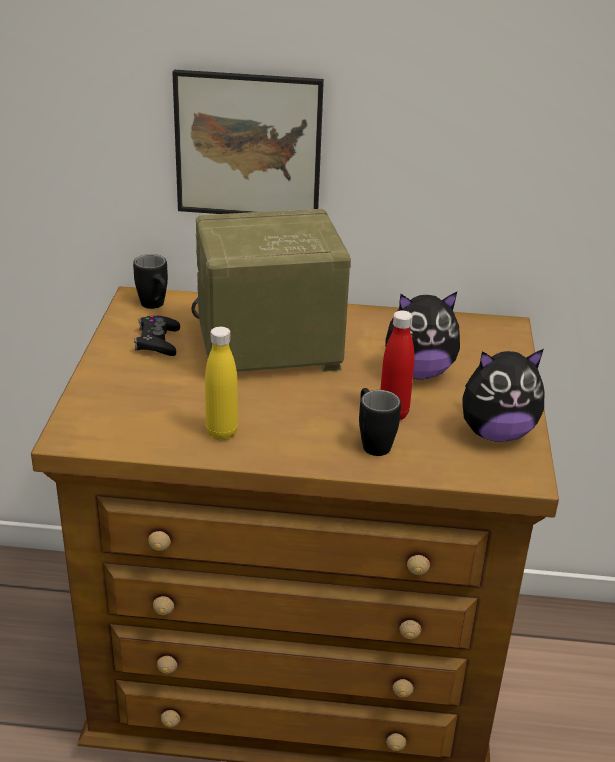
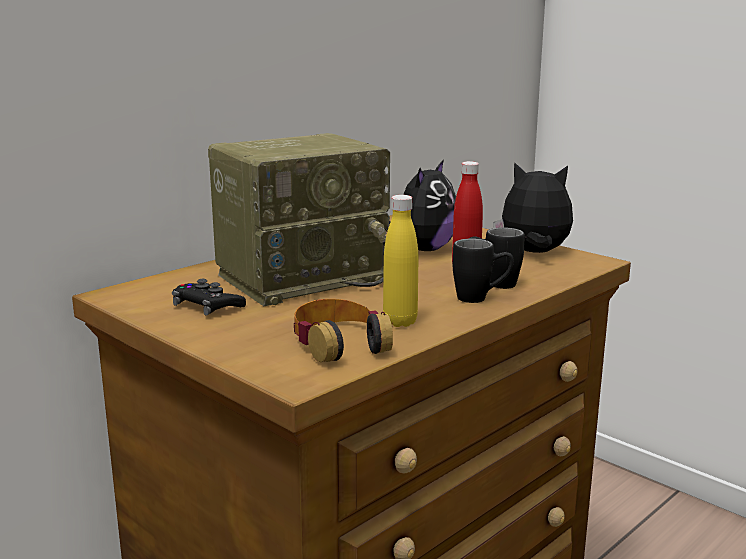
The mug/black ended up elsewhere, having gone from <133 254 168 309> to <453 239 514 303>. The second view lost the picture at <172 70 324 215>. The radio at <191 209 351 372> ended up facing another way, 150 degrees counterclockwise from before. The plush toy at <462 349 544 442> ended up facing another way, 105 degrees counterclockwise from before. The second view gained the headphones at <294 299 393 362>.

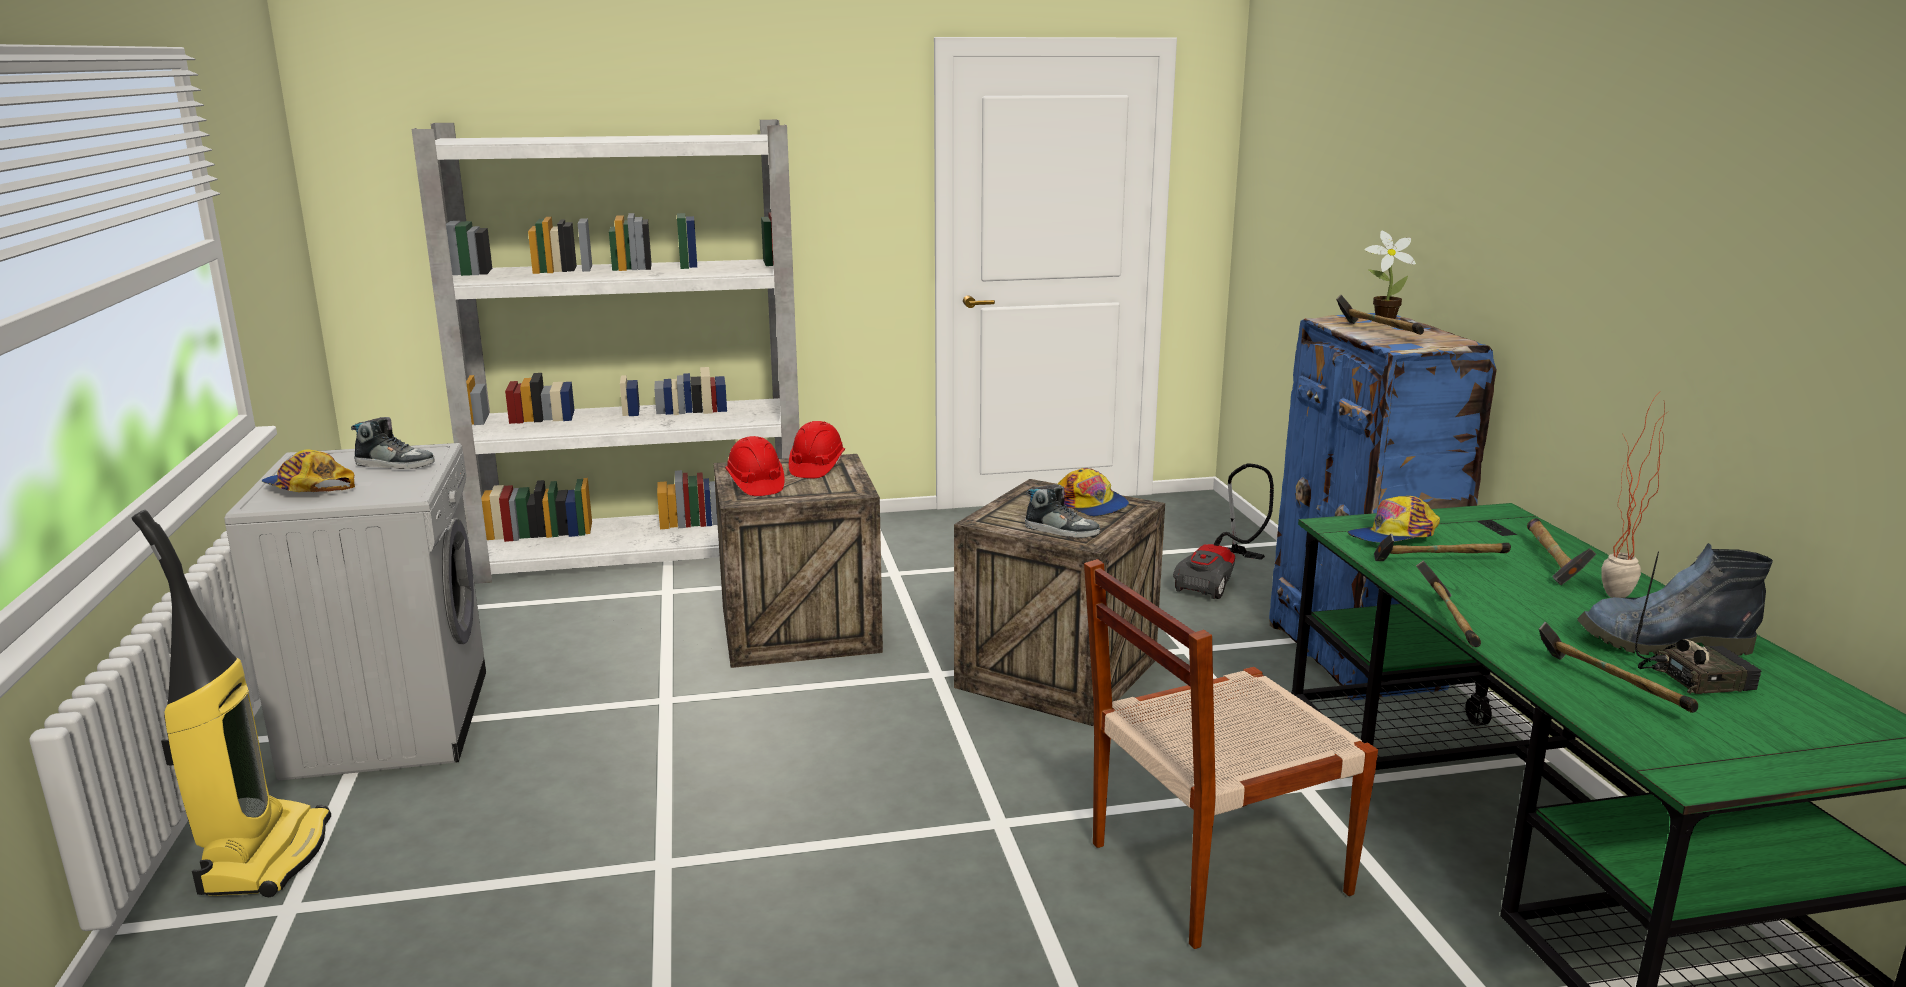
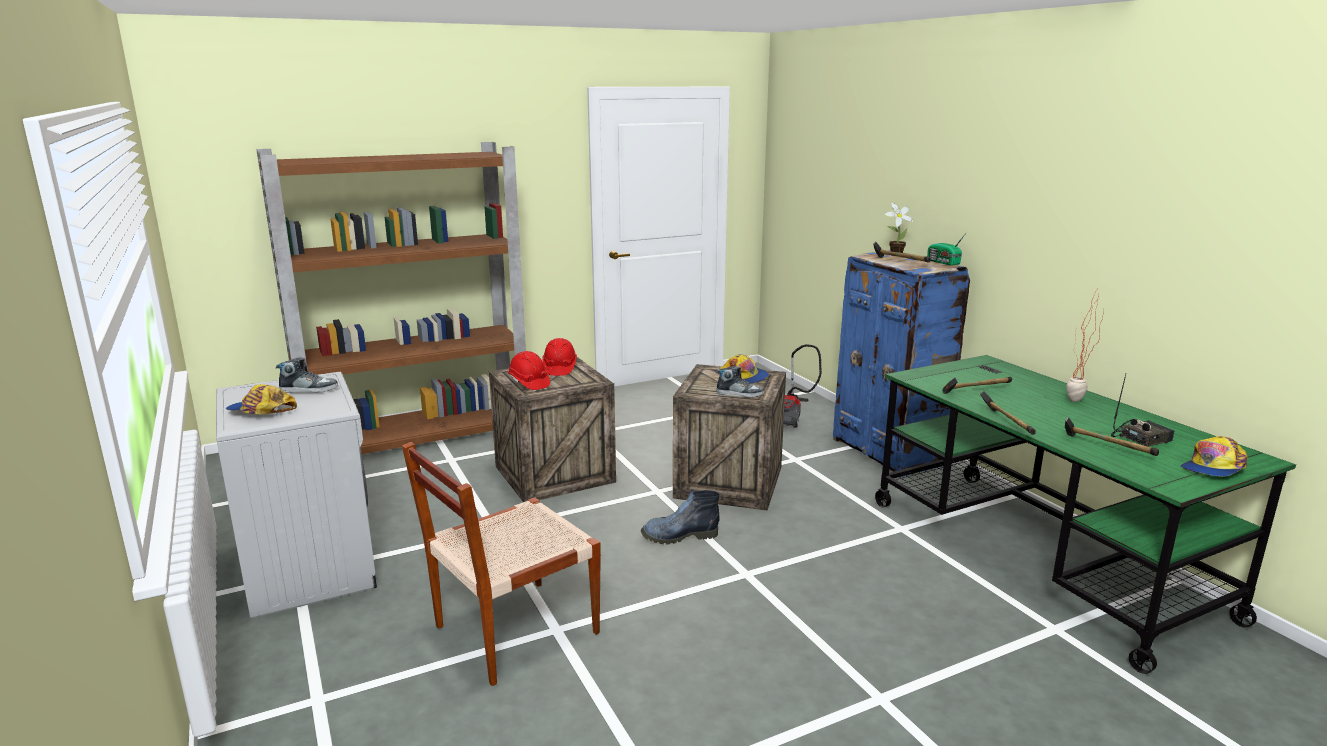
The second view lost the vacuum cleaner at <132 510 331 897>. What was the bookcase/white at <411 120 800 584> turned into the bookcase/brown at <256 142 526 454>. The chair ended up elsewhere, having gone from <1084 559 1378 949> to <402 442 601 686>. The cap ended up elsewhere, having gone from <1347 496 1440 543> to <1181 436 1247 476>. The second view lost the hammer at <1527 518 1596 585>. The boot ended up elsewhere, having gone from <1577 543 1773 656> to <641 489 720 544>. The second view gained the radio at <927 232 967 266>.

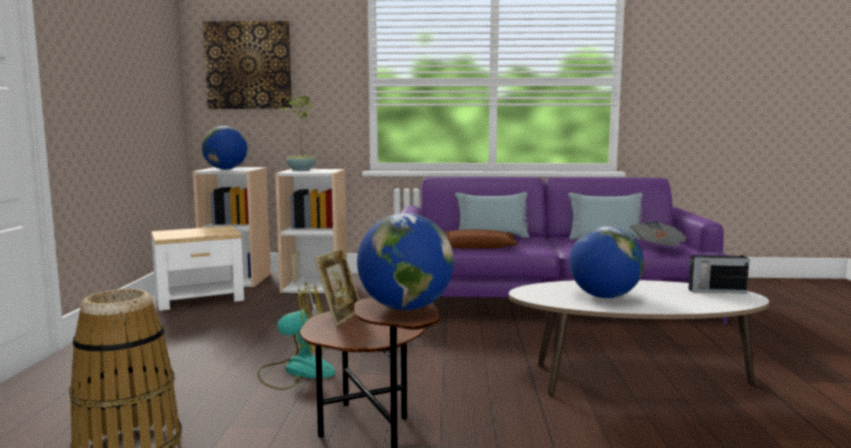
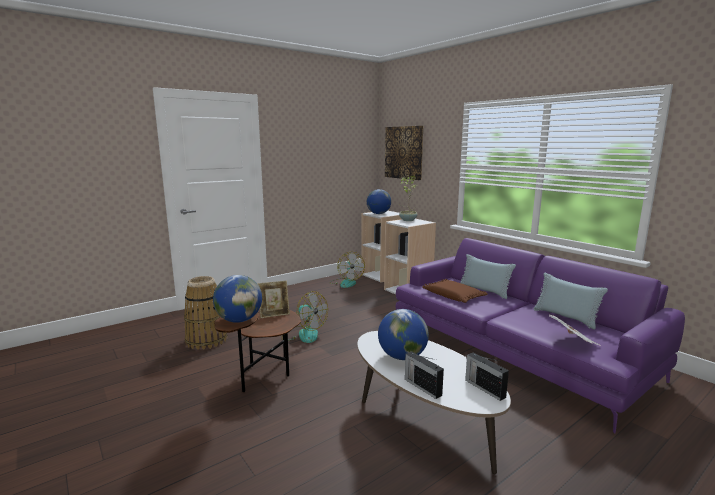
Where the side table stood at <151 226 244 311>, the fan came to stand at <330 252 365 288>. The second view gained the radio at <405 351 444 399>.

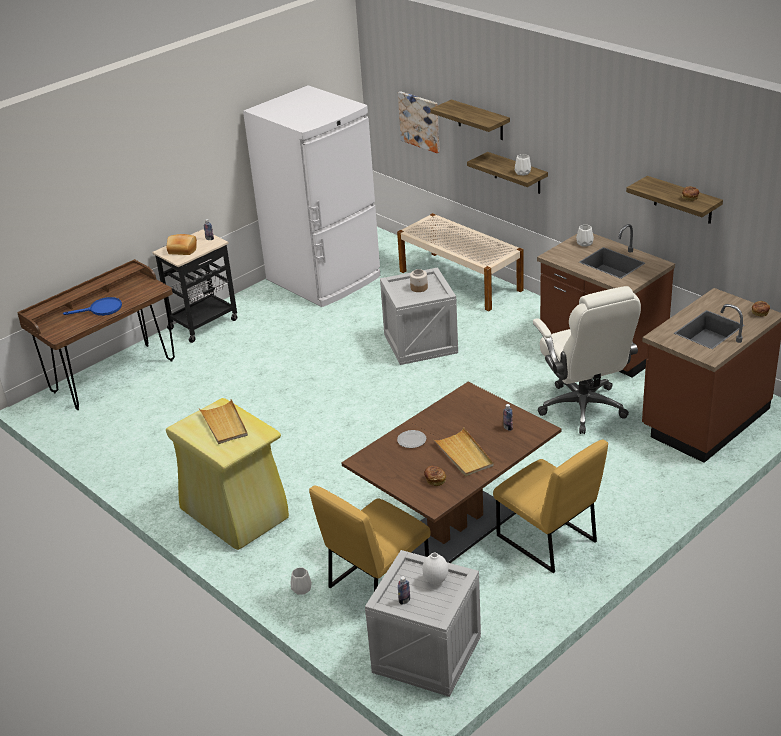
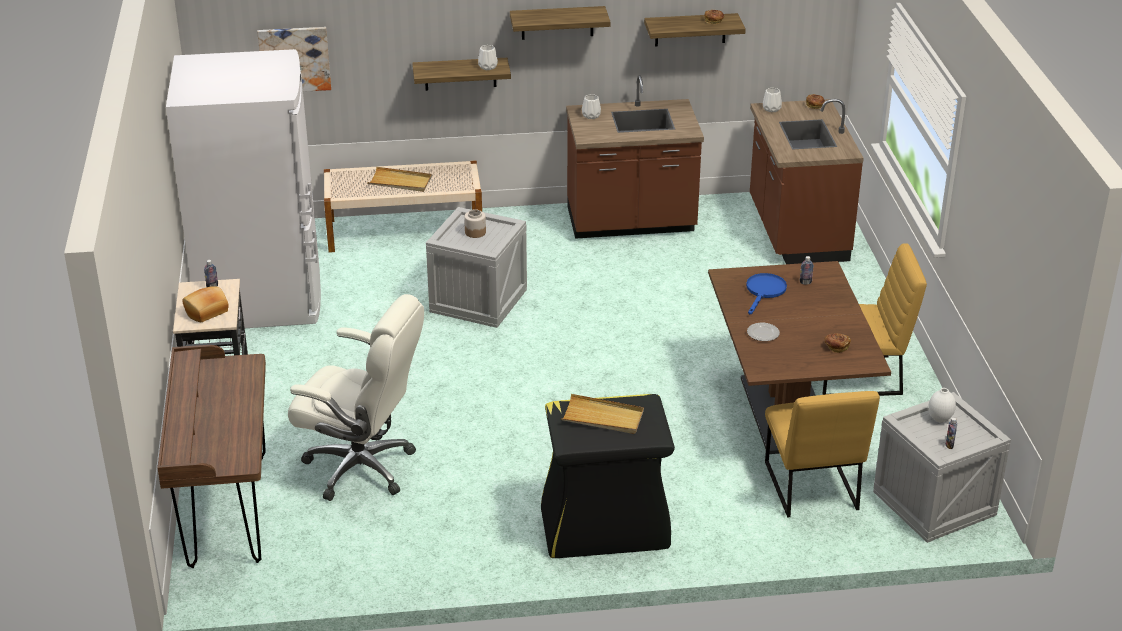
The frying pan/blue ended up elsewhere, having gone from <63 297 122 316> to <746 273 787 314>. What was the nightstand/yellow at <166 398 289 550> turned into the nightstand/black at <541 394 675 558>. The vase/white ended up elsewhere, having gone from <290 567 312 595> to <763 88 782 112>. The shelf ended up elsewhere, having gone from <430 99 510 140> to <510 6 610 40>. The tray/beige ended up elsewhere, having gone from <432 427 494 477> to <367 167 432 192>. The office chair/white ended up elsewhere, having gone from <533 286 641 434> to <288 294 424 501>.

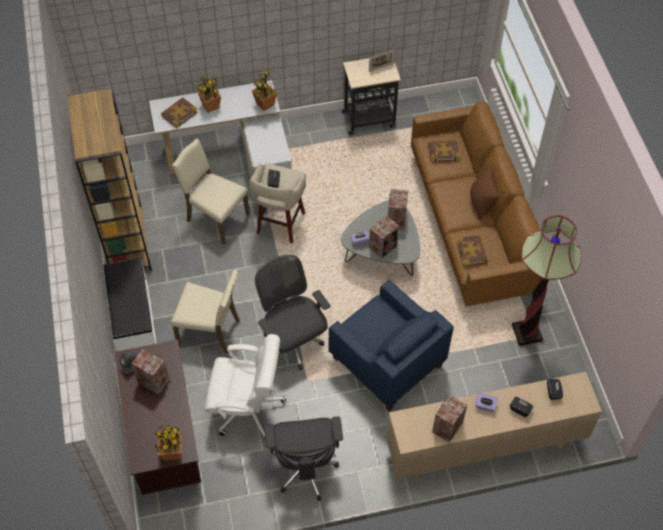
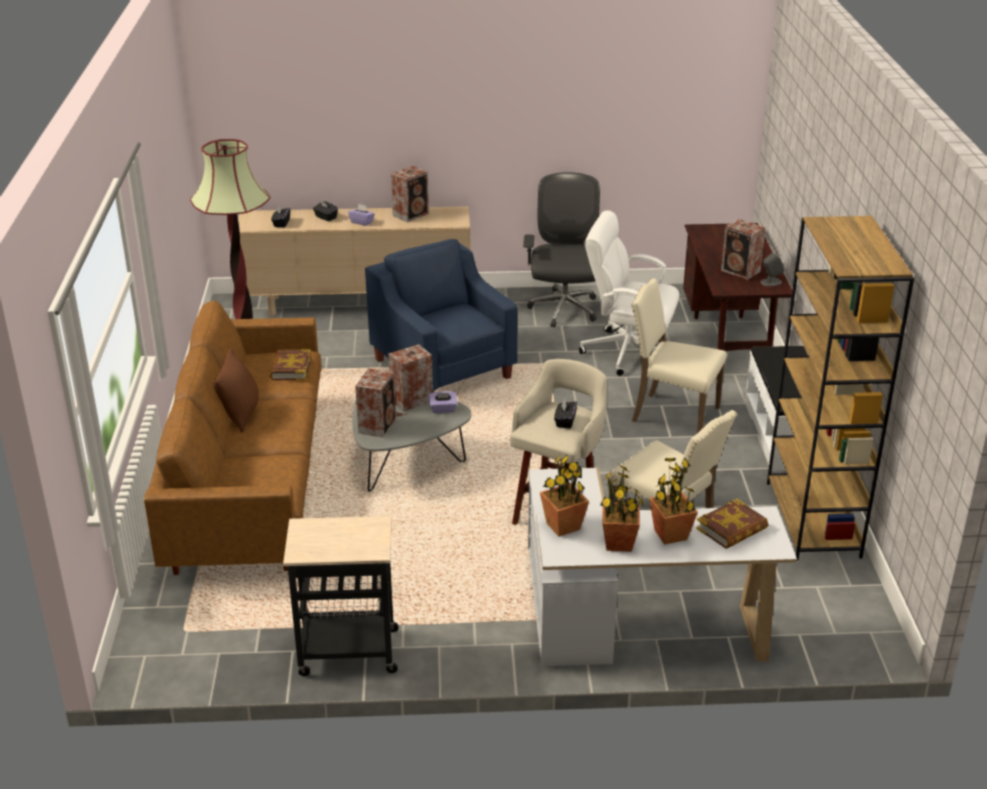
The potted plant ended up elsewhere, having gone from <155 425 181 461> to <600 464 644 552>. The second view lost the office chair at <255 255 330 370>. The second view lost the picture frame at <369 49 395 72>. The second view lost the book at <428 140 460 163>.

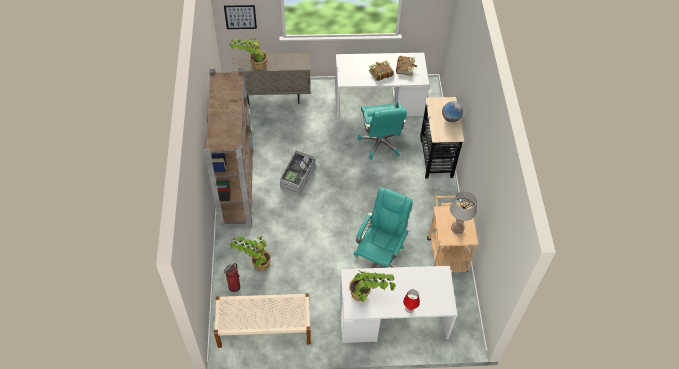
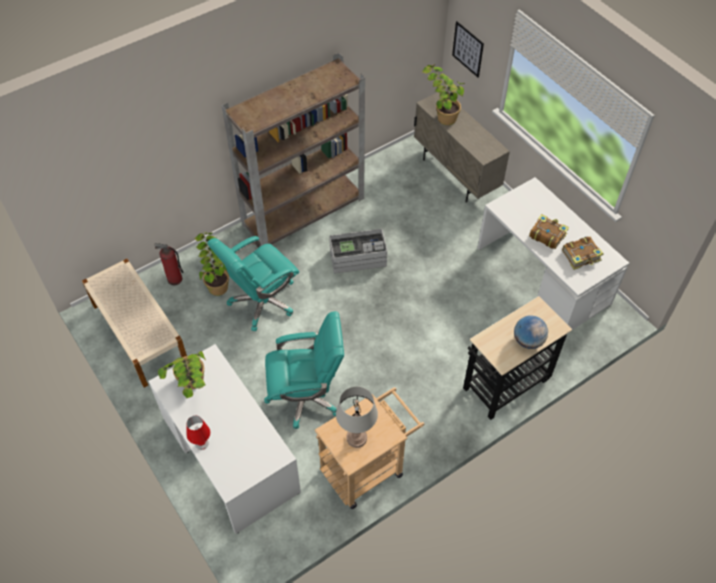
The office chair/turquoise ended up elsewhere, having gone from <357 102 407 160> to <208 236 299 331>.

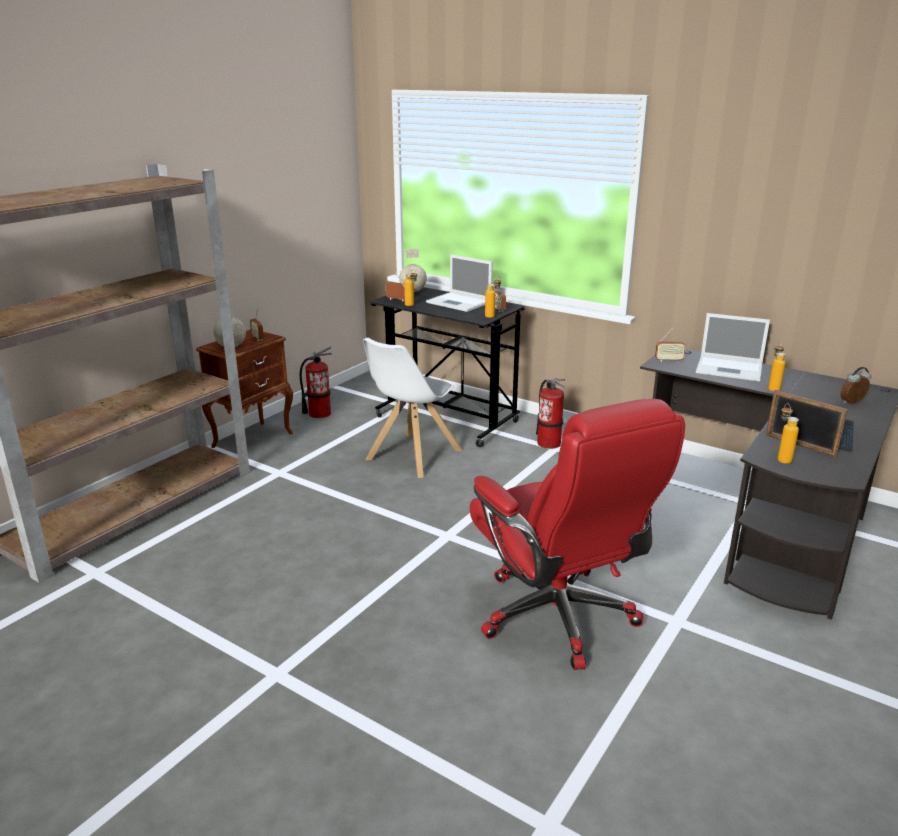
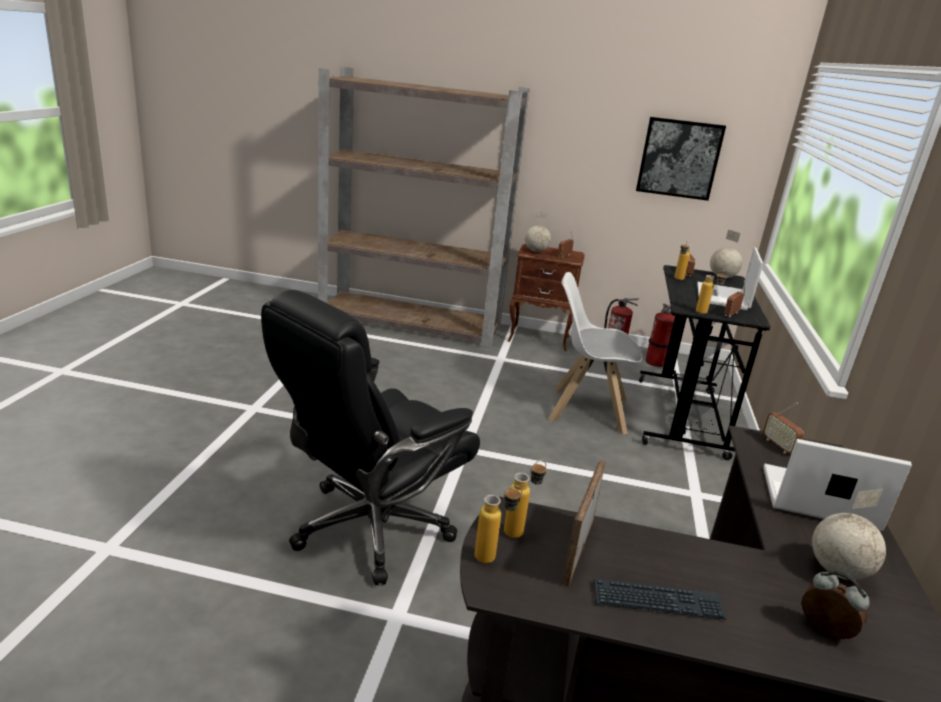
What was the office chair/red at <470 399 685 670> turned into the office chair/black at <261 290 480 585>. The fire extinguisher ended up elsewhere, having gone from <536 378 565 449> to <645 304 675 367>. The laptop at <696 313 770 382> ended up facing another way, 105 degrees clockwise from before. The bottle ended up elsewhere, having gone from <768 342 786 391> to <474 485 522 563>. The second view gained the picture at <636 117 726 201>. The second view gained the globe at <812 489 886 580>.

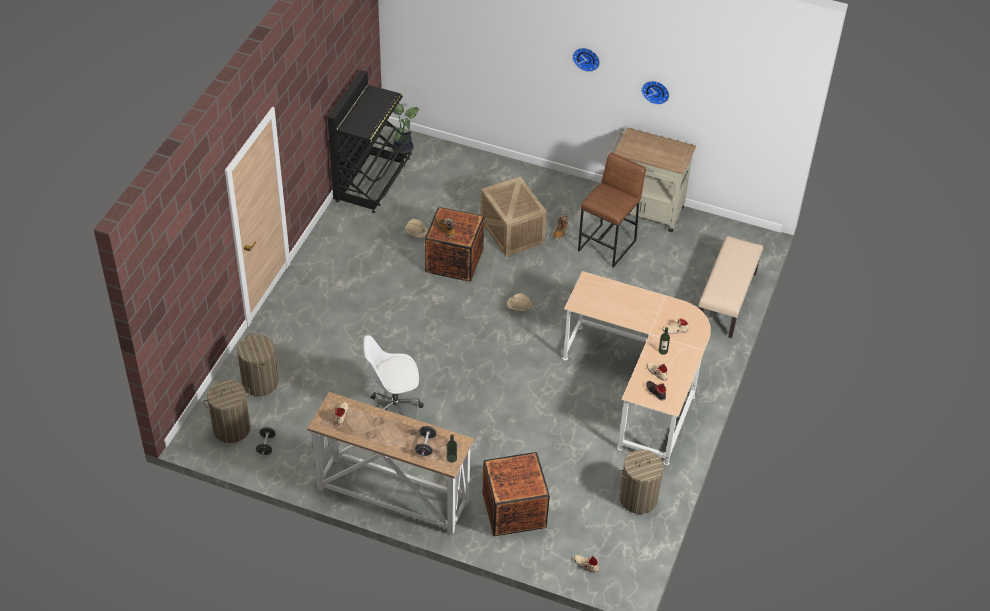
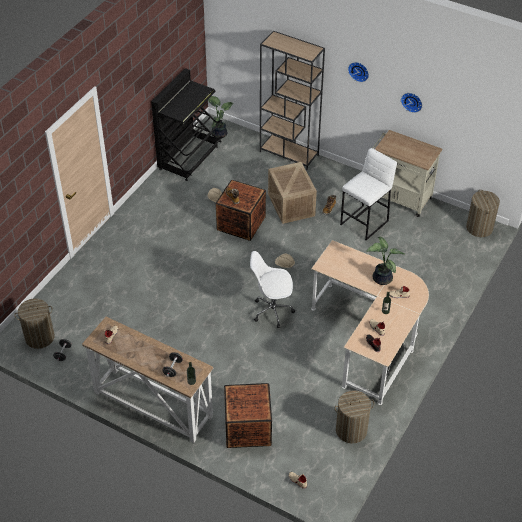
The laundry basket ended up elsewhere, having gone from <237 333 278 396> to <466 190 500 237>. The office chair/white ended up elsewhere, having gone from <363 335 424 416> to <250 251 295 328>. What was the stool/brown at <578 152 646 268> turned into the stool/white at <340 148 397 240>. The second view lost the bench/beige at <699 236 763 338>. The second view gained the bookcase at <260 31 325 170>. The second view gained the potted plant at <366 237 405 285>.

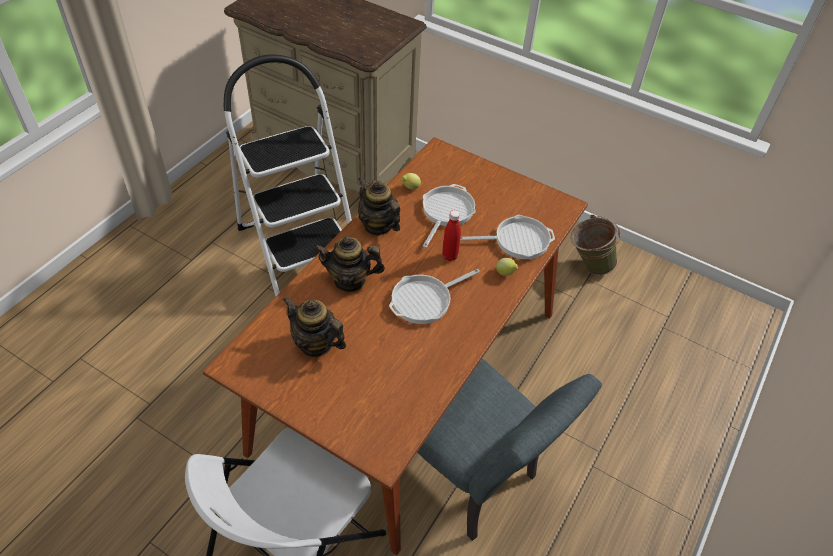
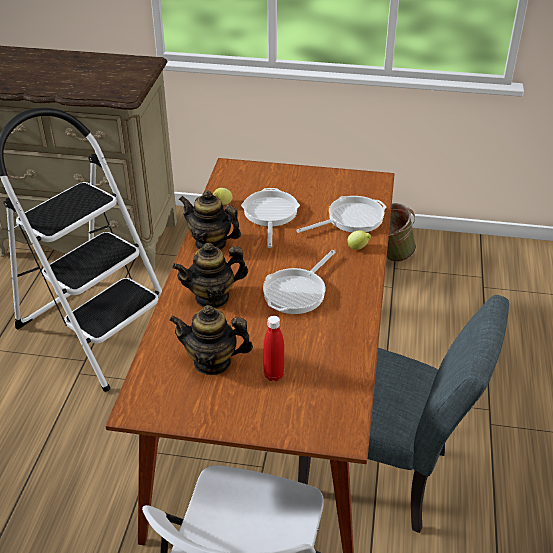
The bottle/red ended up elsewhere, having gone from <442 210 461 261> to <264 316 284 381>.

